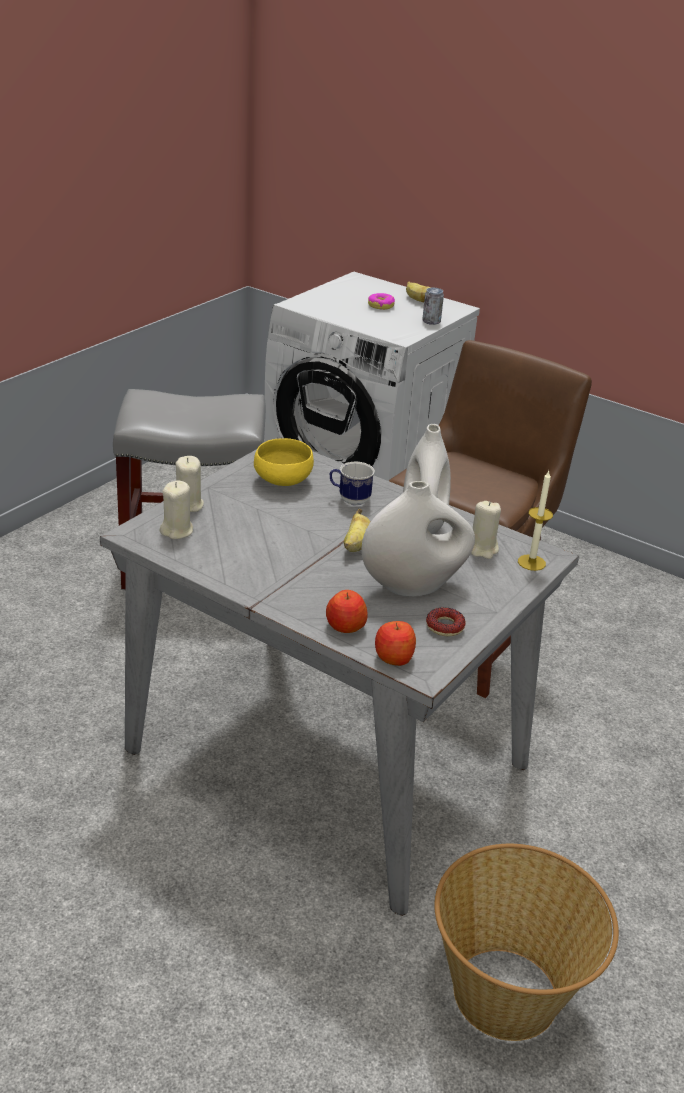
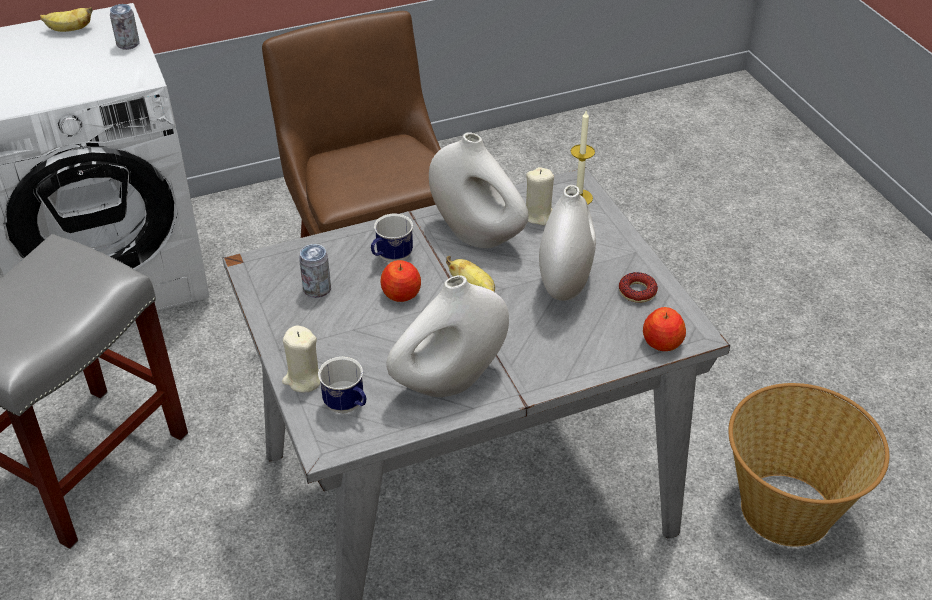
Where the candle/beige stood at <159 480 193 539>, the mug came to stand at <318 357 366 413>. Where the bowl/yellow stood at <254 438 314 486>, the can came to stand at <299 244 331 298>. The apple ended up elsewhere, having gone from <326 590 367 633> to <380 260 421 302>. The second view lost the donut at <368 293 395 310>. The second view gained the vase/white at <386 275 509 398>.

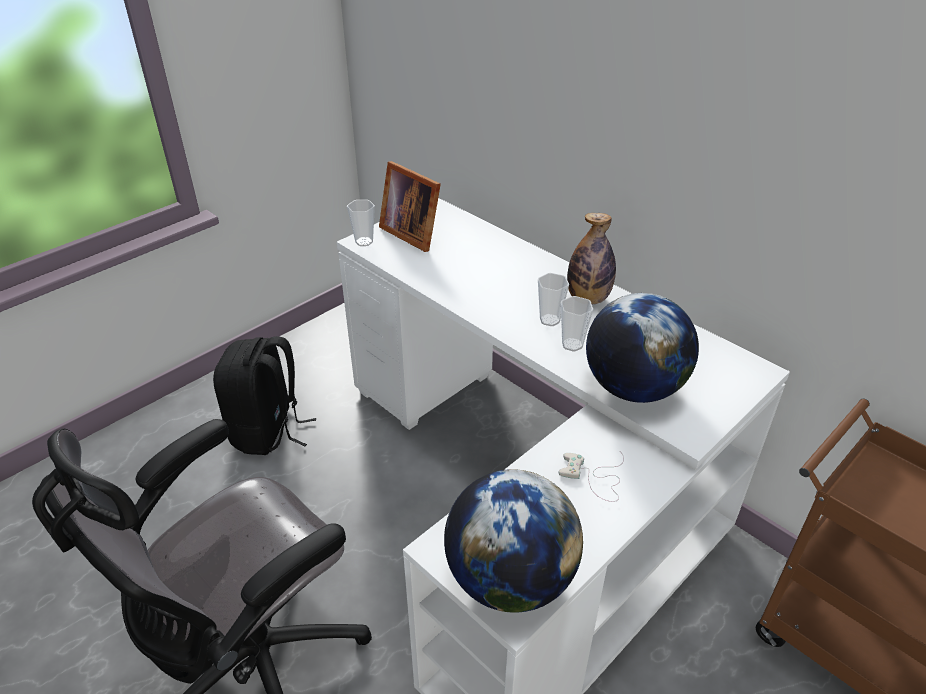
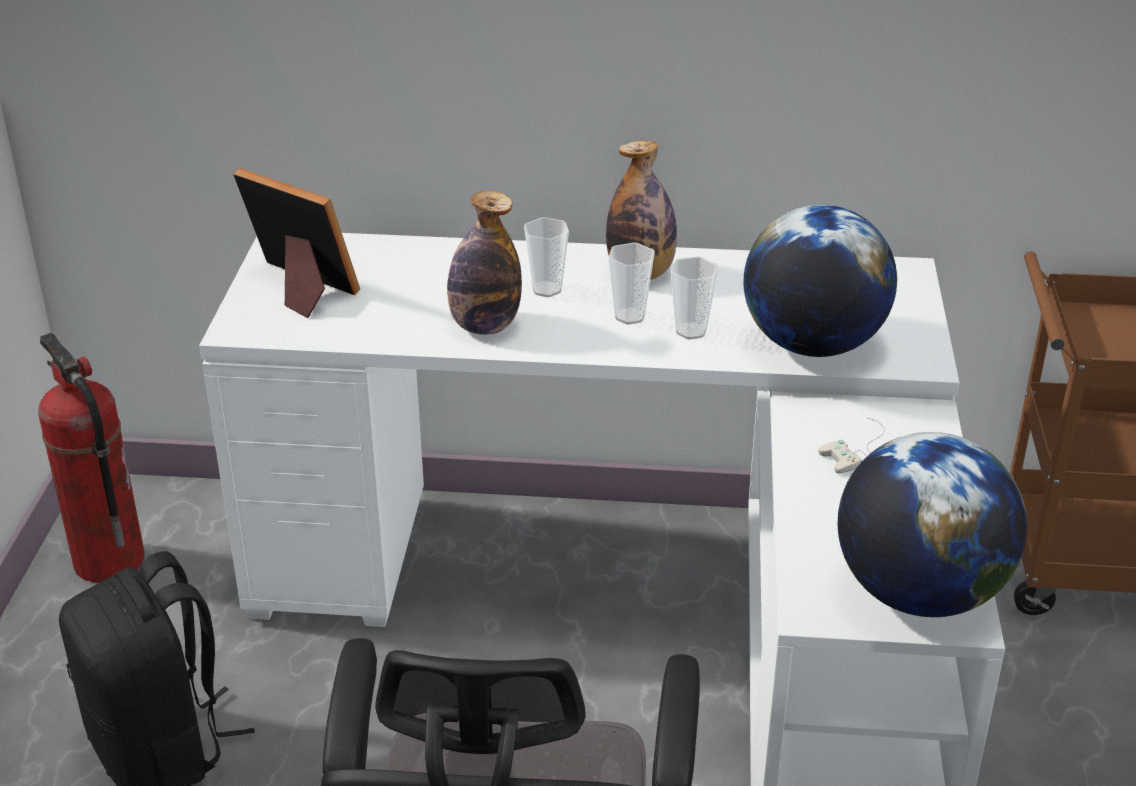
The cup ended up elsewhere, having gone from <347 200 375 246> to <524 217 569 297>. The picture frame at <379 161 441 252> ended up facing another way, 150 degrees counterclockwise from before. The second view gained the fire extinguisher at <38 333 145 583>. The second view gained the bottle at <447 191 522 335>.

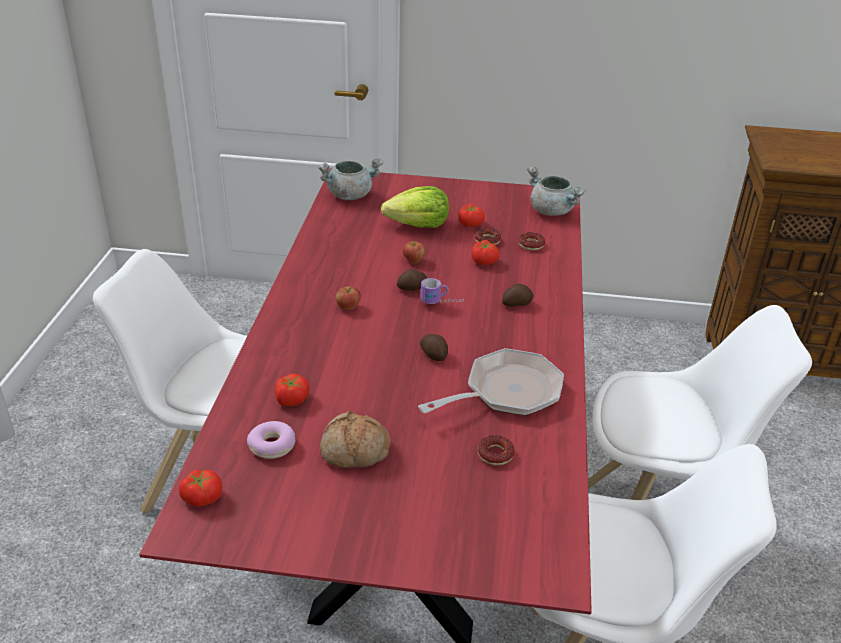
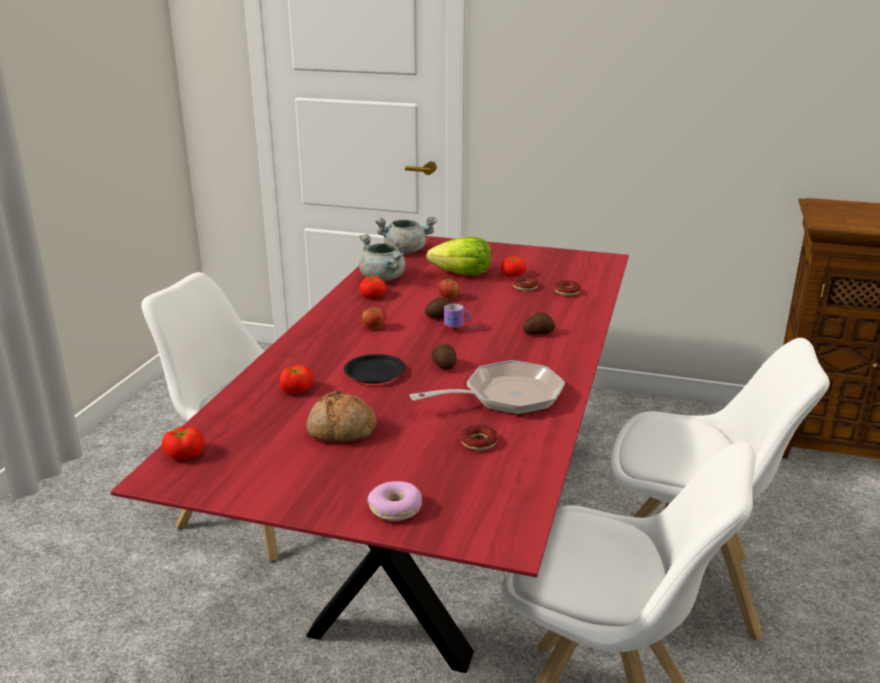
The donut ended up elsewhere, having gone from <247 421 296 459> to <368 481 422 521>. The tomato ended up elsewhere, having gone from <471 240 499 265> to <359 275 386 298>. The cooking pot/grey ended up elsewhere, having gone from <527 167 586 216> to <359 234 405 281>. The second view gained the plate/black at <344 354 405 383>.

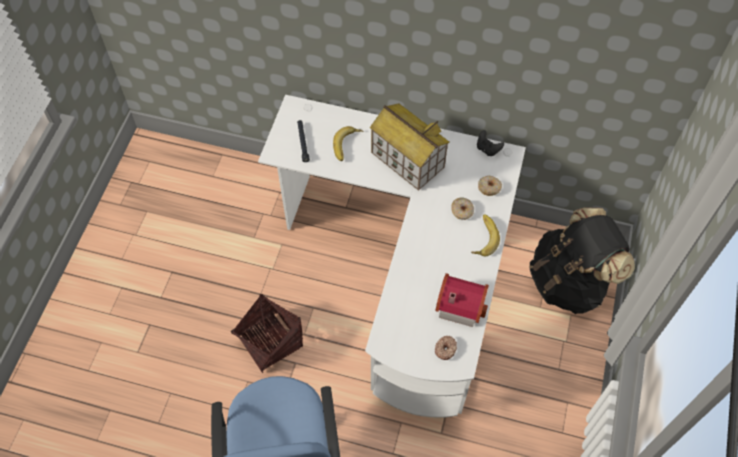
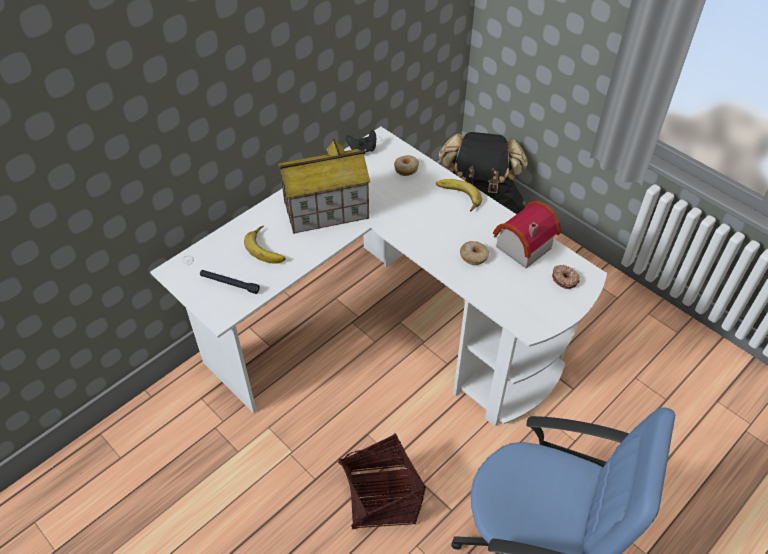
The donut ended up elsewhere, having gone from <451 197 474 220> to <460 241 489 265>.

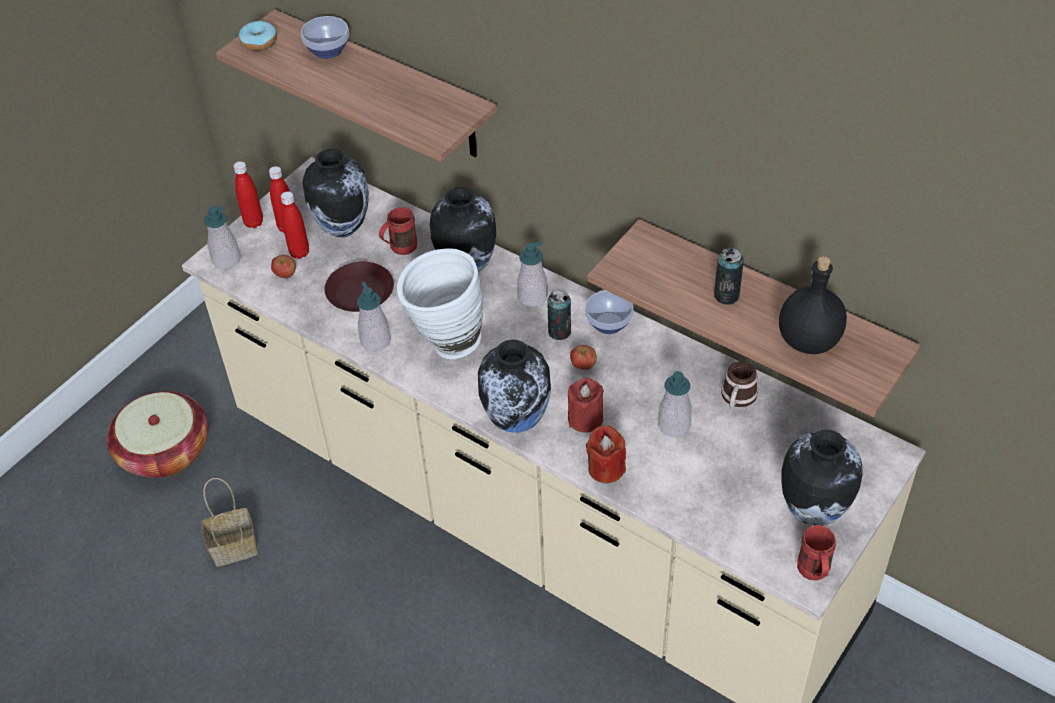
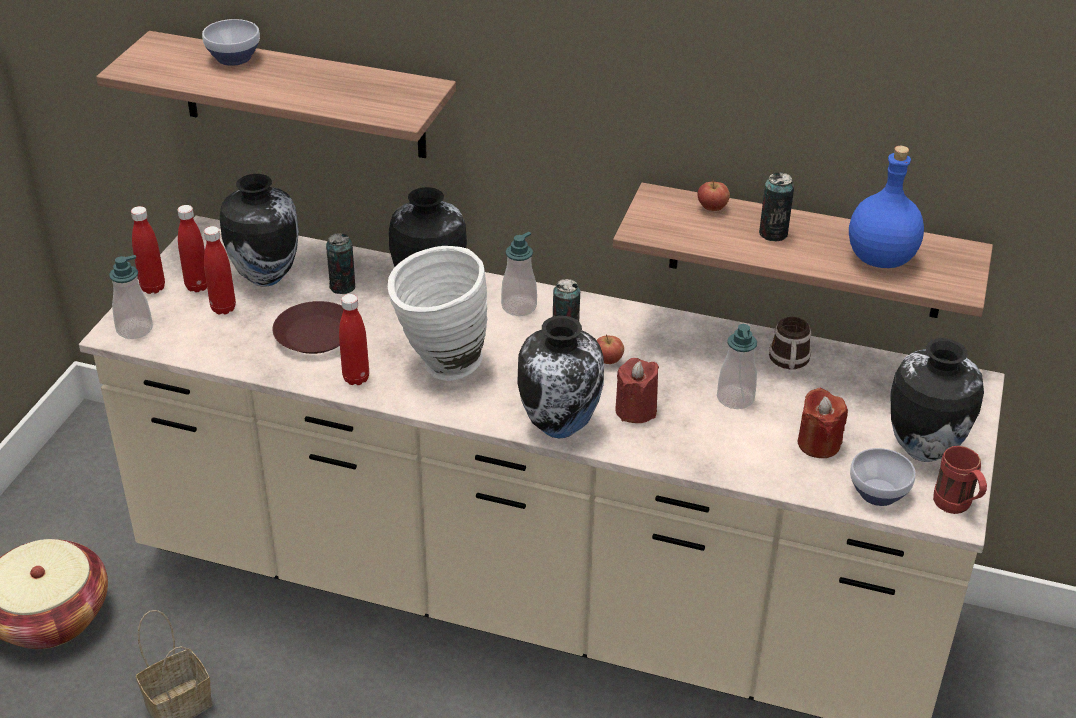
The second view lost the donut at <239 20 277 51>. The apple ended up elsewhere, having gone from <271 255 296 278> to <697 179 730 211>. Where the soap dispenser stood at <357 282 391 351>, the bottle/red came to stand at <339 294 369 385>. Where the mug/red stood at <379 207 417 255>, the can came to stand at <326 233 355 294>. The bowl ended up elsewhere, having gone from <585 290 634 334> to <850 448 916 506>. The candle/red ended up elsewhere, having gone from <586 425 626 483> to <798 388 848 458>. What was the bottle/black at <779 256 847 354> turned into the bottle/blue at <849 146 924 268>.

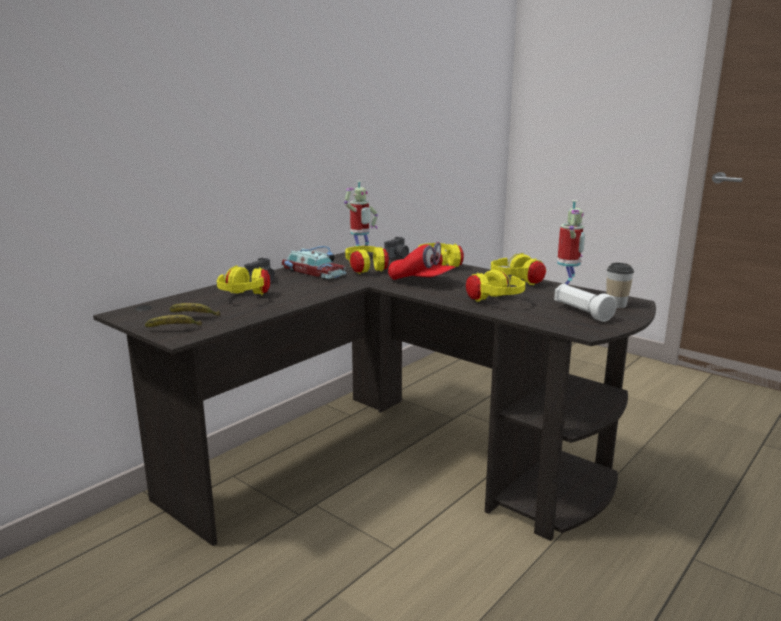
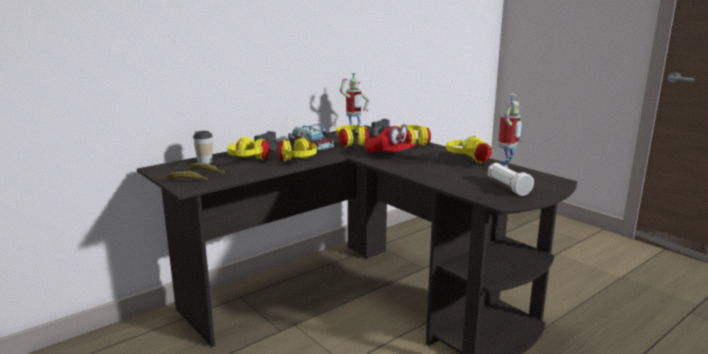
The headphones/yellow ended up elsewhere, having gone from <466 268 525 302> to <278 137 317 161>. The cup ended up elsewhere, having gone from <606 263 634 308> to <193 131 213 164>.

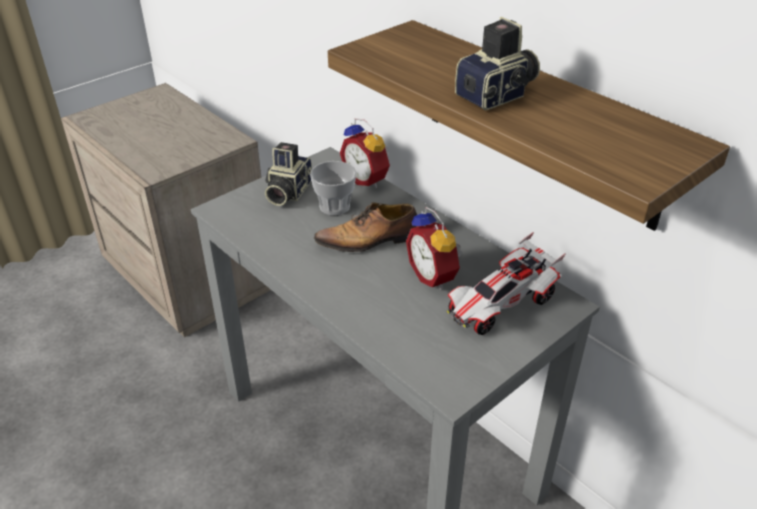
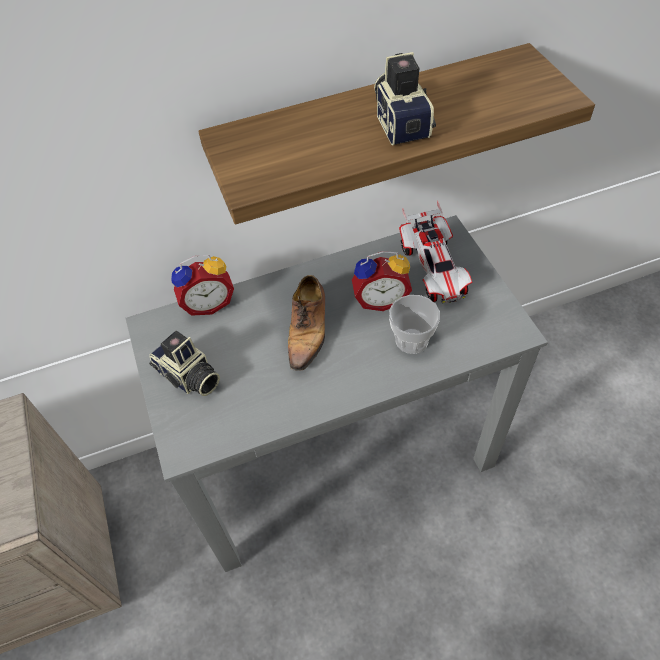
The cup ended up elsewhere, having gone from <310 161 357 215> to <389 295 440 354>.

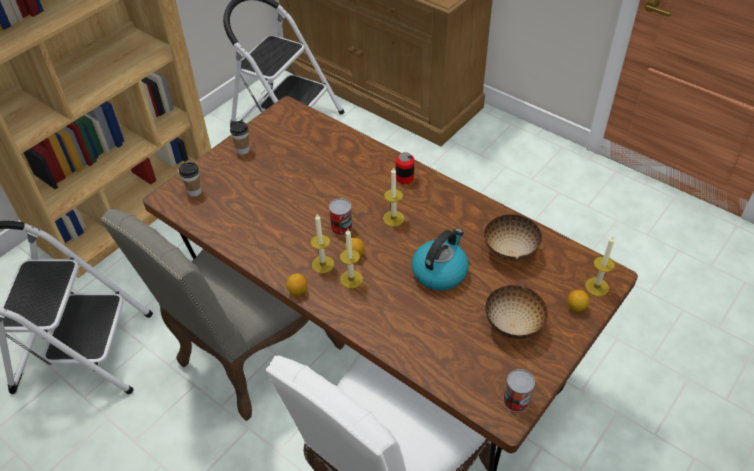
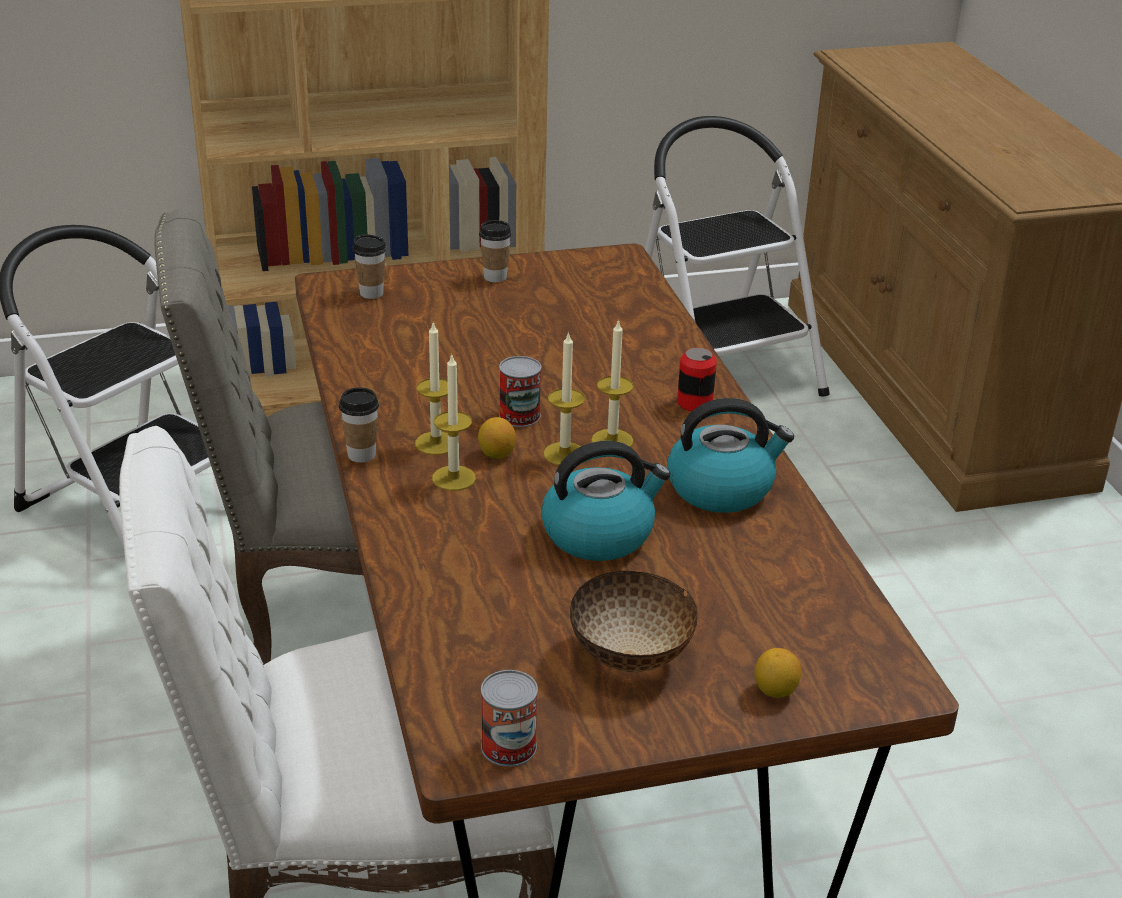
Where the lemon stood at <286 273 307 296>, the cup came to stand at <339 387 379 463>. The second view lost the bowl at <484 214 542 262>. The candle ended up elsewhere, having gone from <585 236 615 296> to <543 331 585 465>. The second view gained the kettle at <667 398 794 513>.

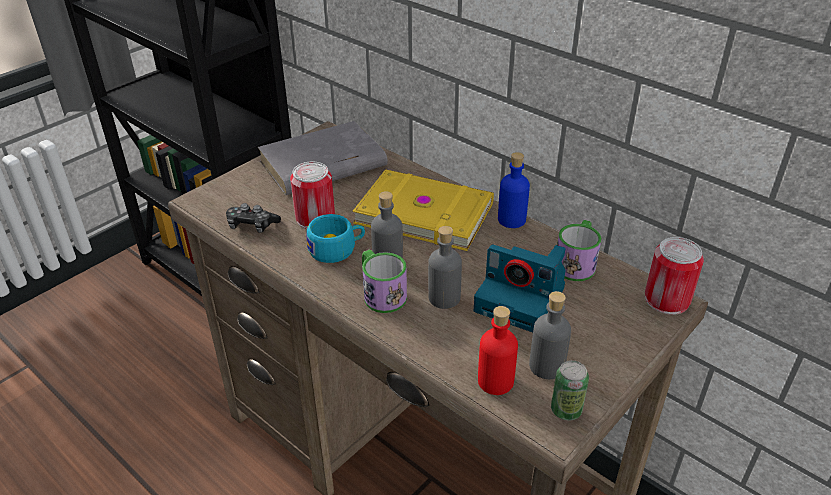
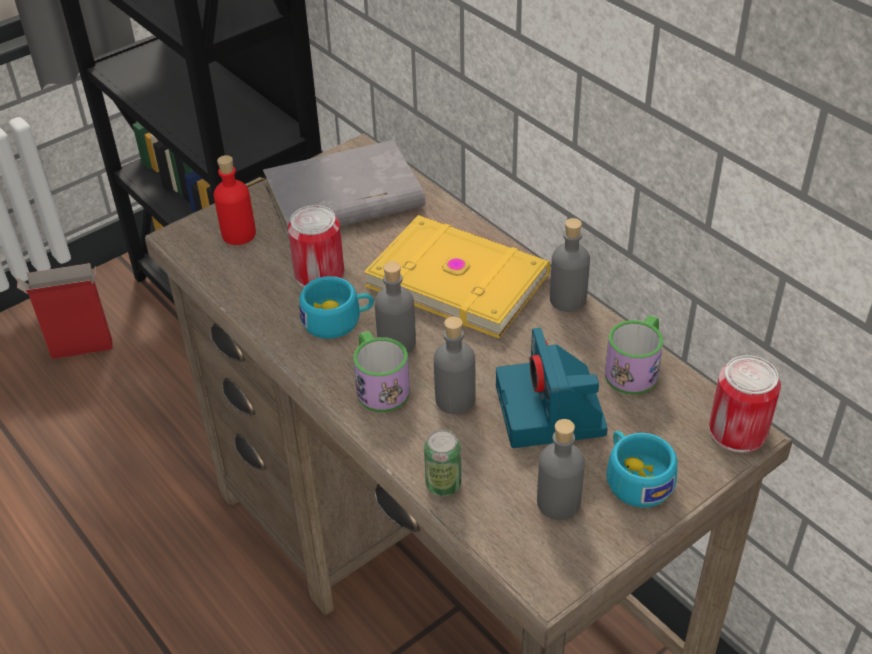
The second view lost the game controller at <226 203 281 233>. The photo camera at <474 245 566 332> ended up facing another way, 45 degrees clockwise from before. The bottle/red ended up elsewhere, having gone from <478 306 518 395> to <214 155 256 245>. What was the bottle/blue at <498 152 530 228> turned into the bottle/grey at <550 218 590 312>. The can ended up elsewhere, having gone from <551 360 589 421> to <424 429 461 496>. The second view gained the cardboard box at <17 263 112 359>. The second view gained the cup/turquoise at <606 431 677 508>.

